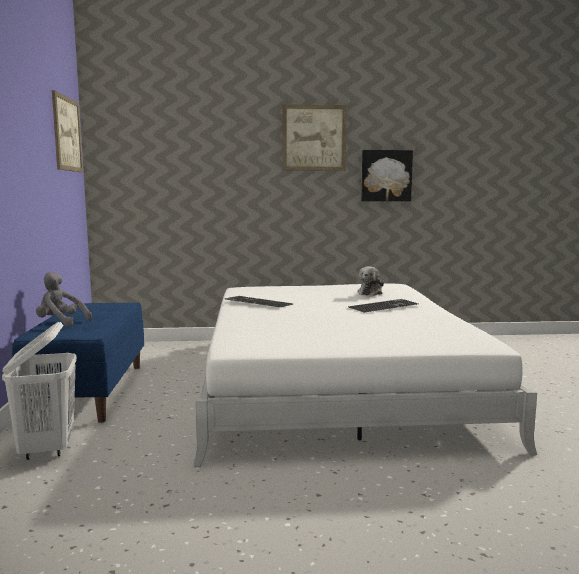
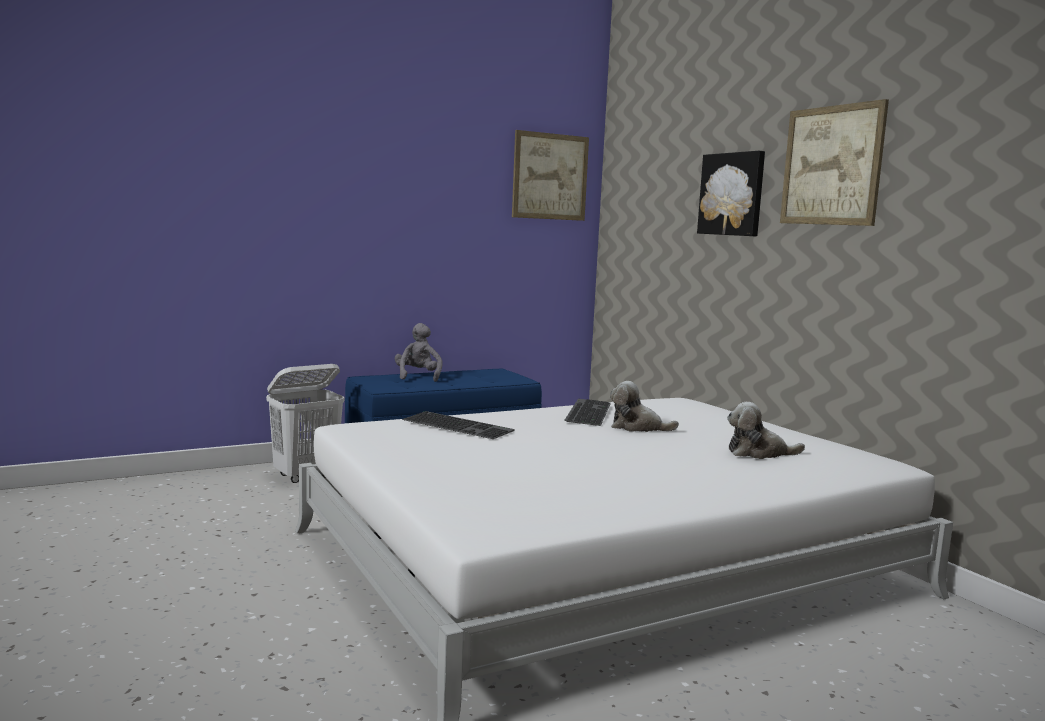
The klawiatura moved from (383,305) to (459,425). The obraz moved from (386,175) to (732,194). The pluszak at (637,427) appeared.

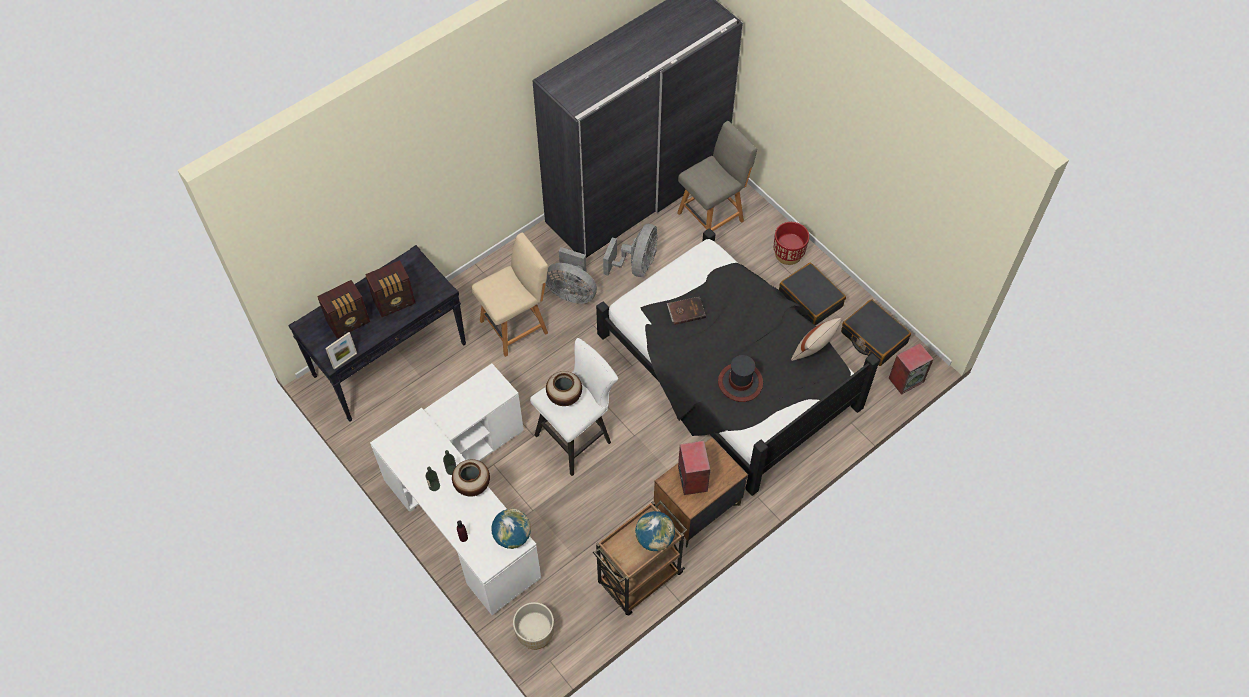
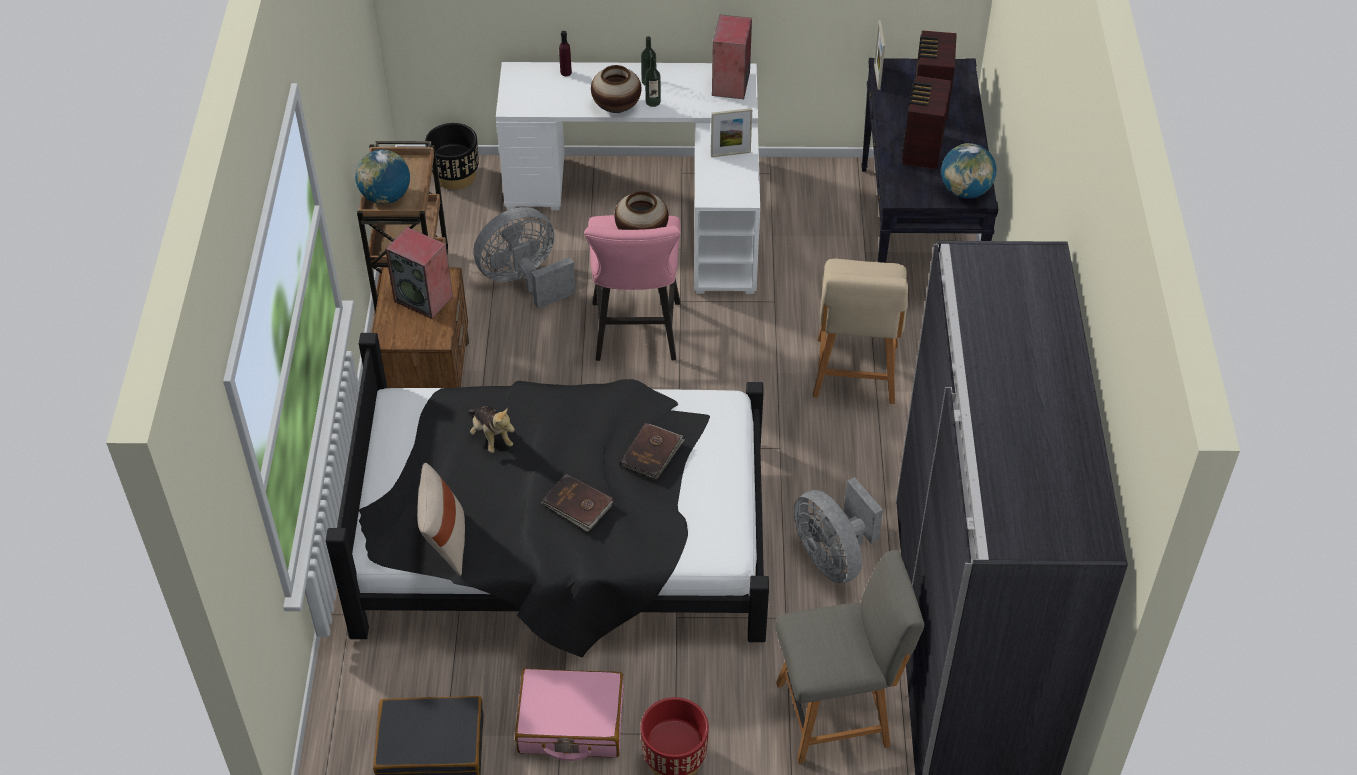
The globus moved from (512,536) to (965,191). The donica (beżowy) at (535,634) became the donica (czarny) at (455,176). The stołek (biały) at (577,437) became the stołek (różowy) at (636,336). The wentylator (szary) moved from (572,292) to (524,280). The krzesło (szary) at (712,216) turned 105 degrees counterclockwise. The kapelusz at (740,382) was replaced by the pluszak at (491,436). The walizka (czarny) at (810,299) became the walizka (różowy) at (571,723). The głośnik moved from (906,379) to (731,84). The książka (brązowy) at (577,505) appeared. The ramka na zdjęcie at (730,154) appeared.

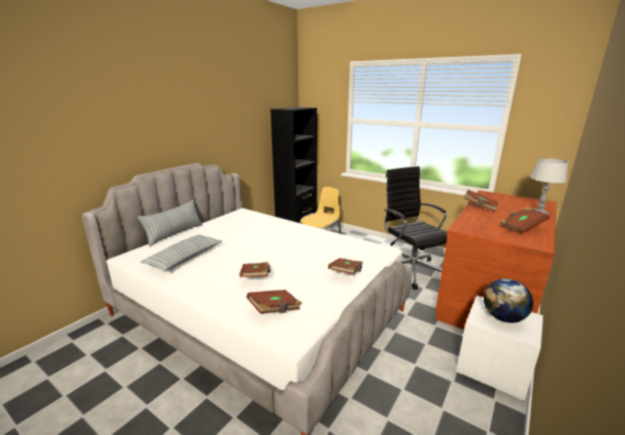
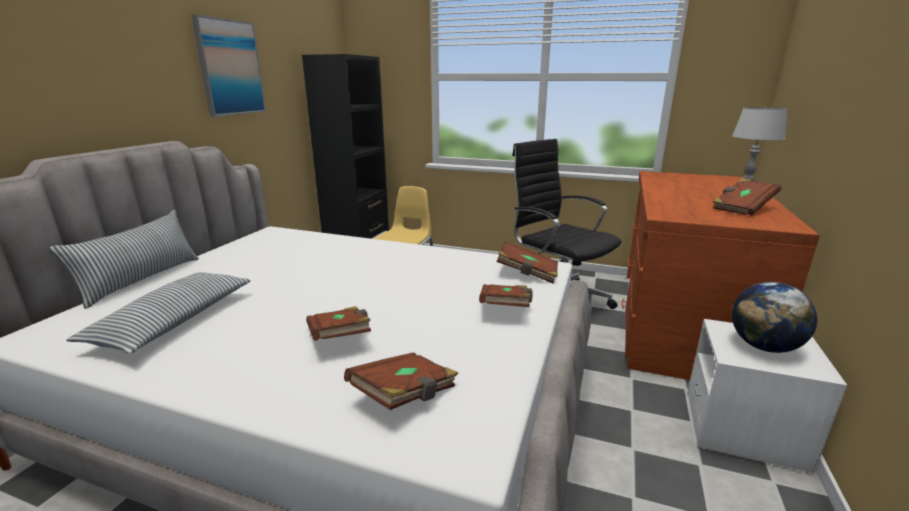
The książka (brązowy) moved from (479,206) to (527,274). The obraz at (230,68) appeared.

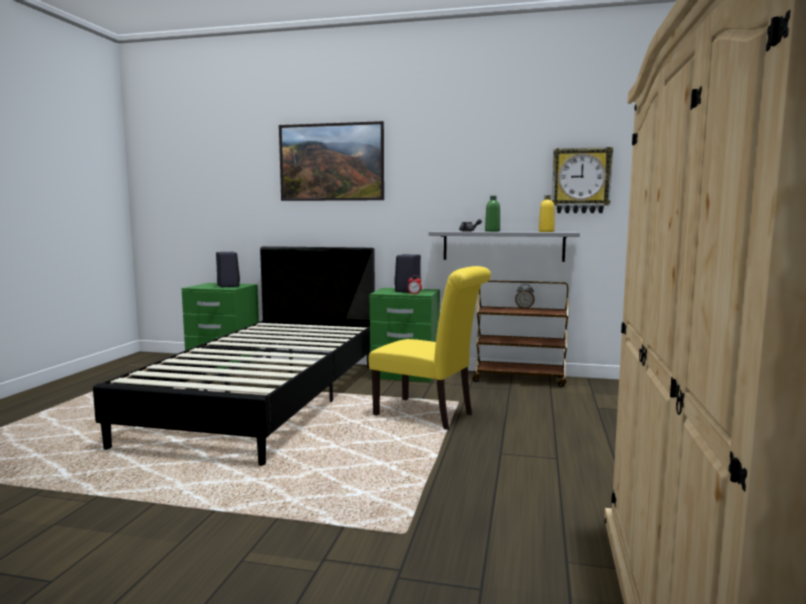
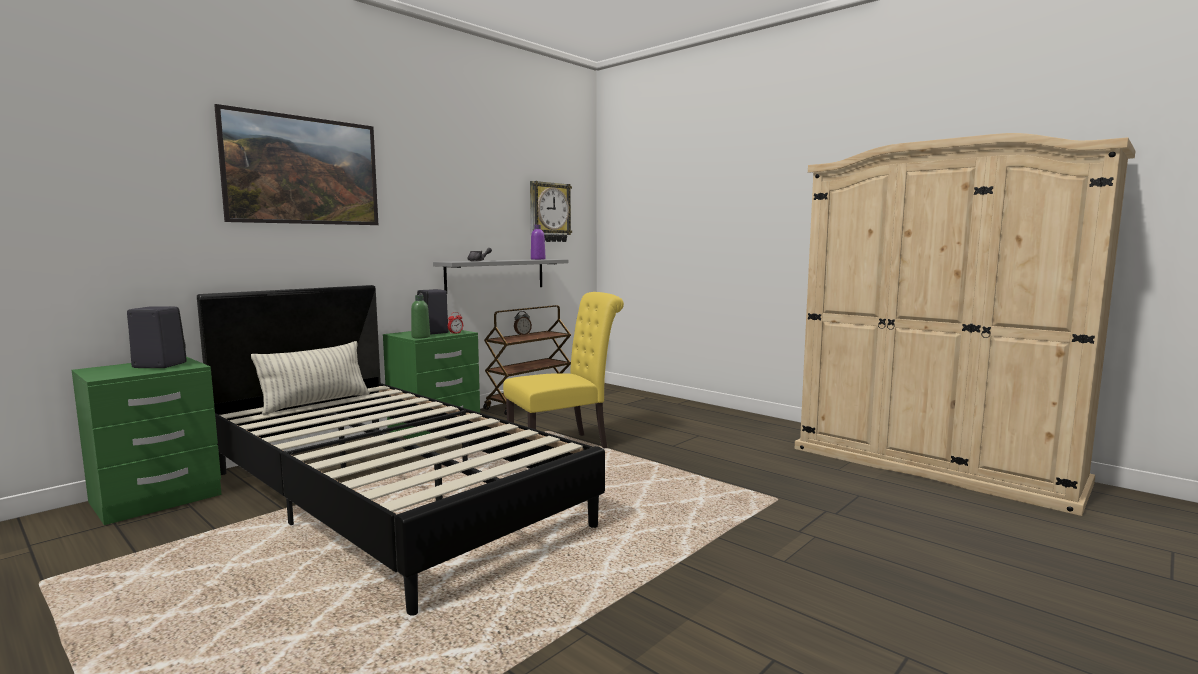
The butelka (zielony) moved from (492,231) to (420,337). The butelka (żółty) at (546,231) became the butelka (fioletowy) at (538,259). The poduszka at (315,403) appeared.

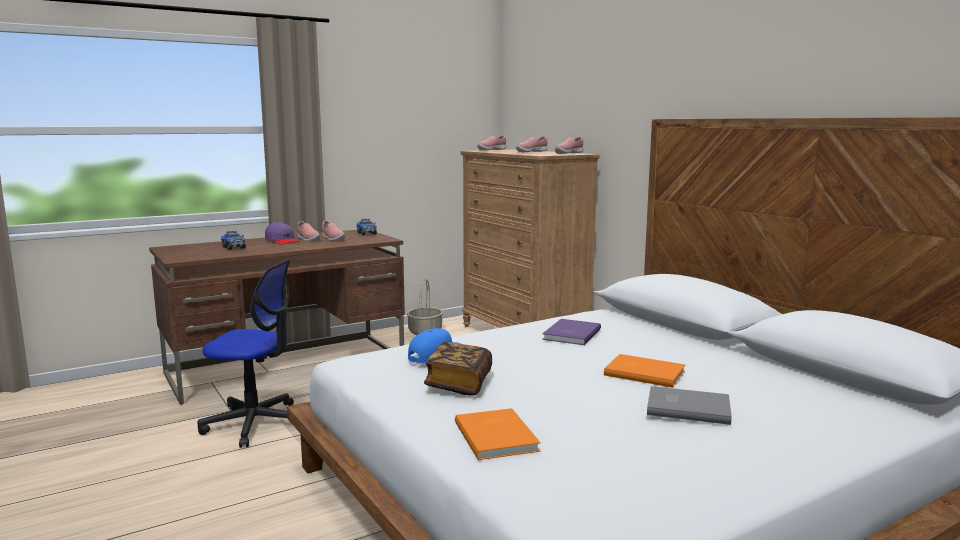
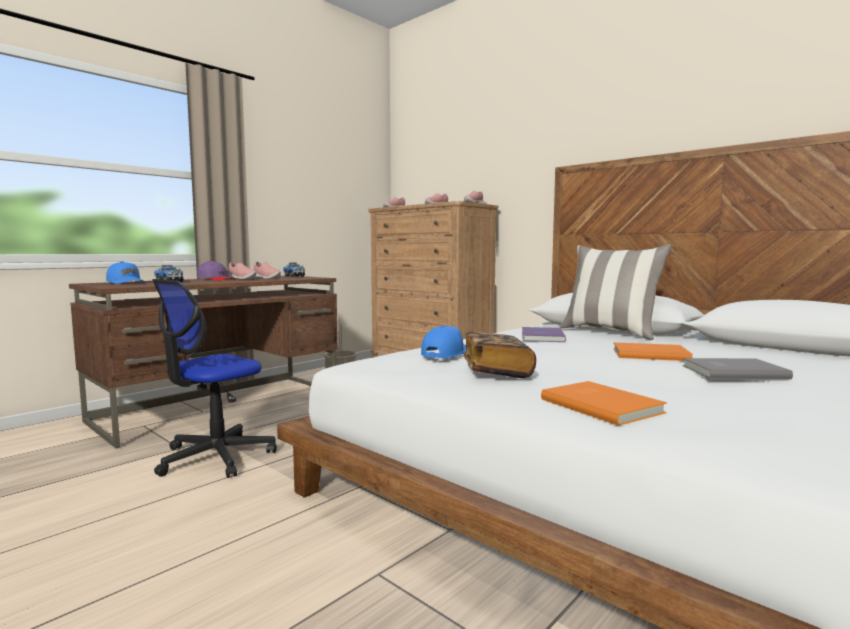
The krzesło biurowe at (255,423) turned 135 degrees clockwise. The czapka z daszkiem (niebieski) at (125,282) appeared. The poduszka at (610,332) appeared.

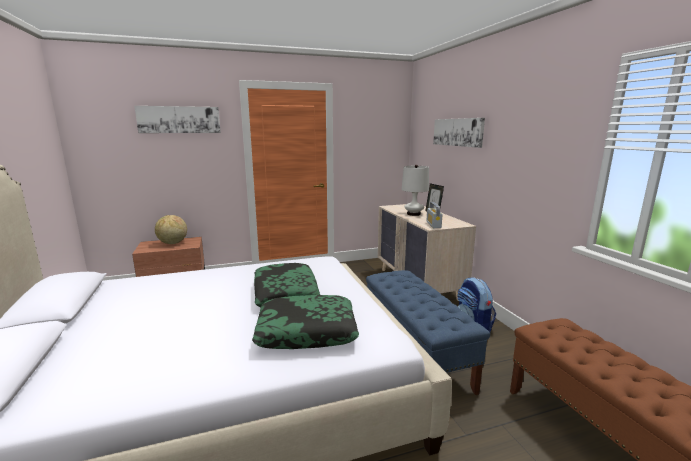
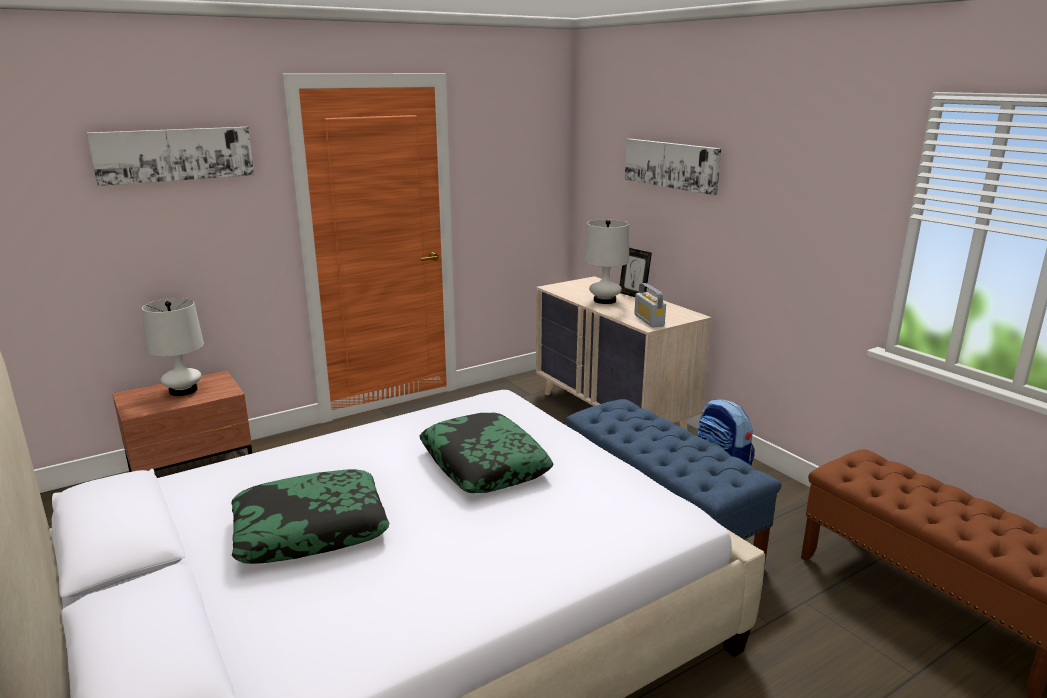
The globus at (172,243) was replaced by the lampa stołowa (biały) at (183,390). The poduszka moved from (306,331) to (310,530).

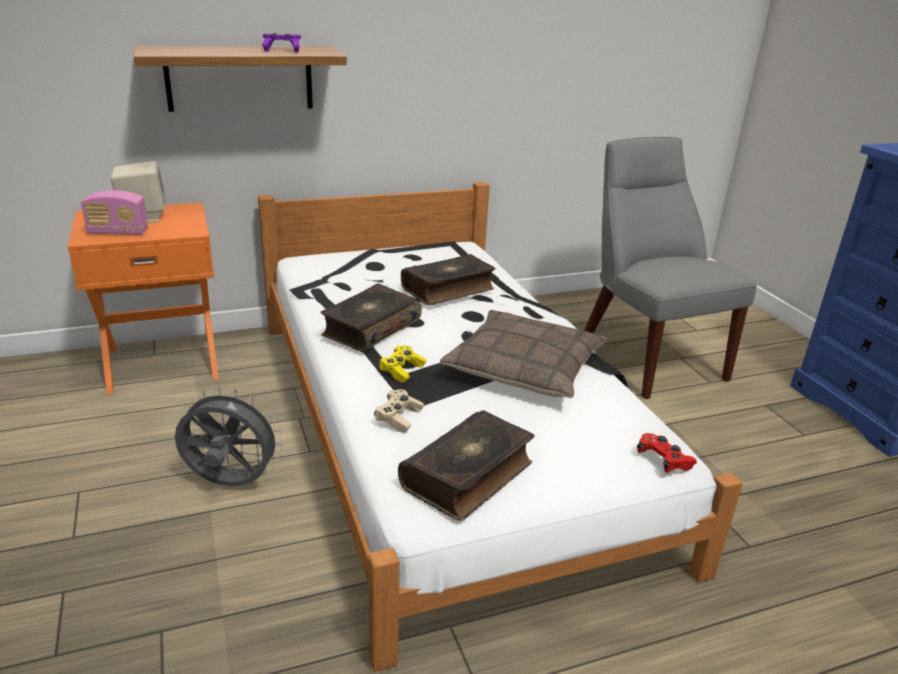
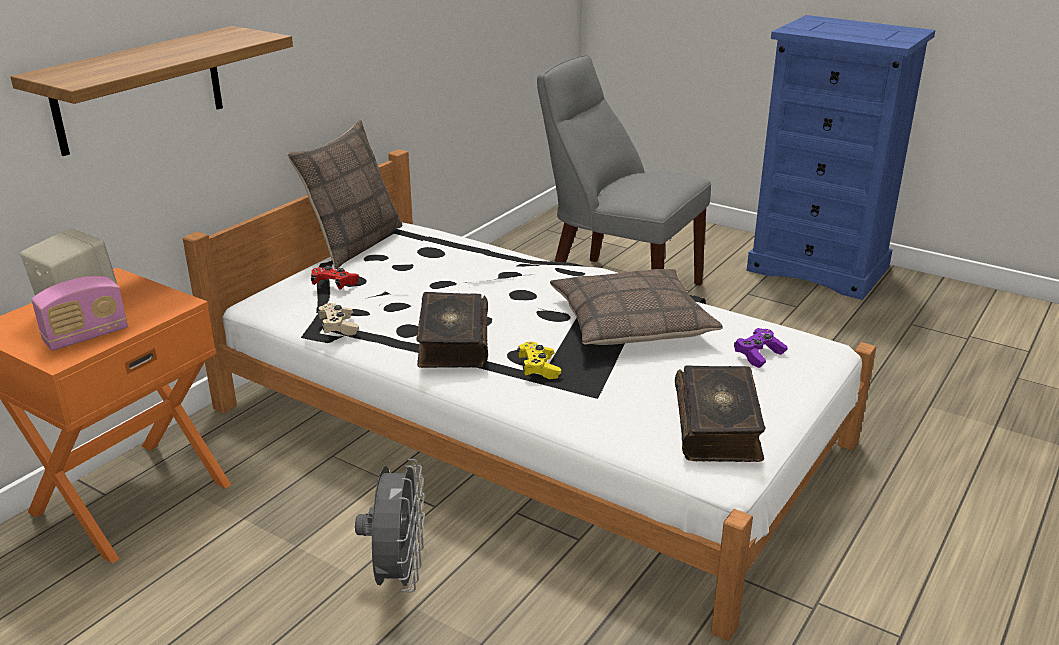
The wentylator (szary) at (229,484) turned 120 degrees clockwise. The pad do gier (fioletowy) moved from (282,50) to (759,355). The pad do gier (beżowy) moved from (398,418) to (338,327). The książka at (448,289) disappeared. The pad do gier (czerwony) moved from (663,461) to (334,284). The poduszka at (354,244) appeared.

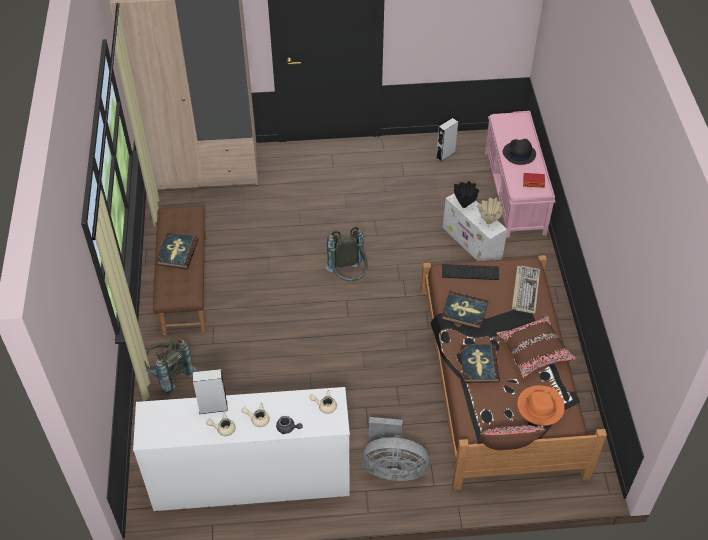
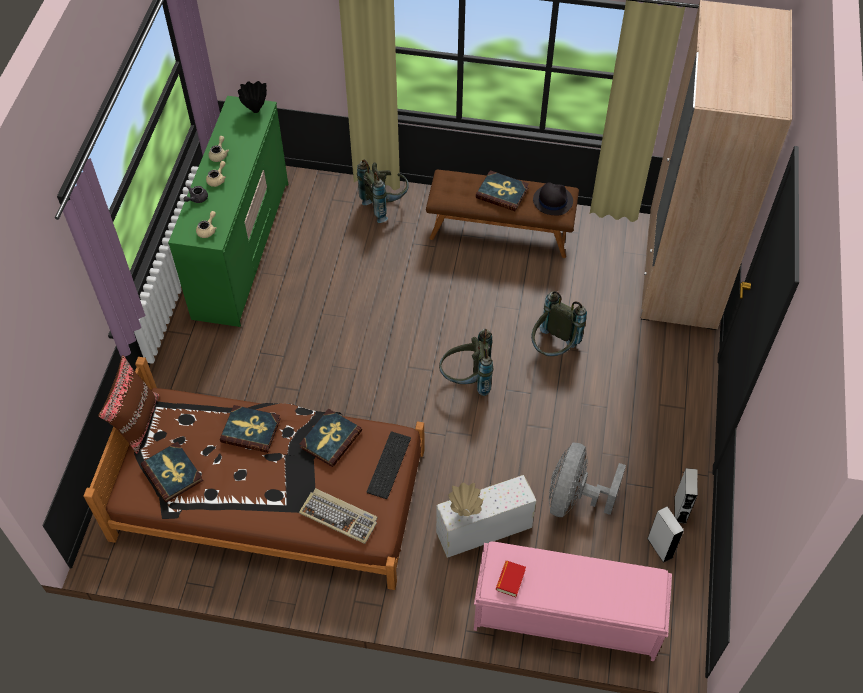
The komoda (biały) at (251,480) became the komoda (zielony) at (242,249). The głośnik (szary) moved from (213,407) to (680,509). The wentylator (szary) moved from (392,467) to (574,498). The wazon (czarny) moved from (464,206) to (255,111). The poduszka (brązowy) at (534,351) disappeared. The kapelusz (czarny) moved from (519,154) to (552,200). The kapelusz (pomarańczowy) at (540,407) was replaced by the książka at (172,473). The plecak (szary) at (553,348) appeared.

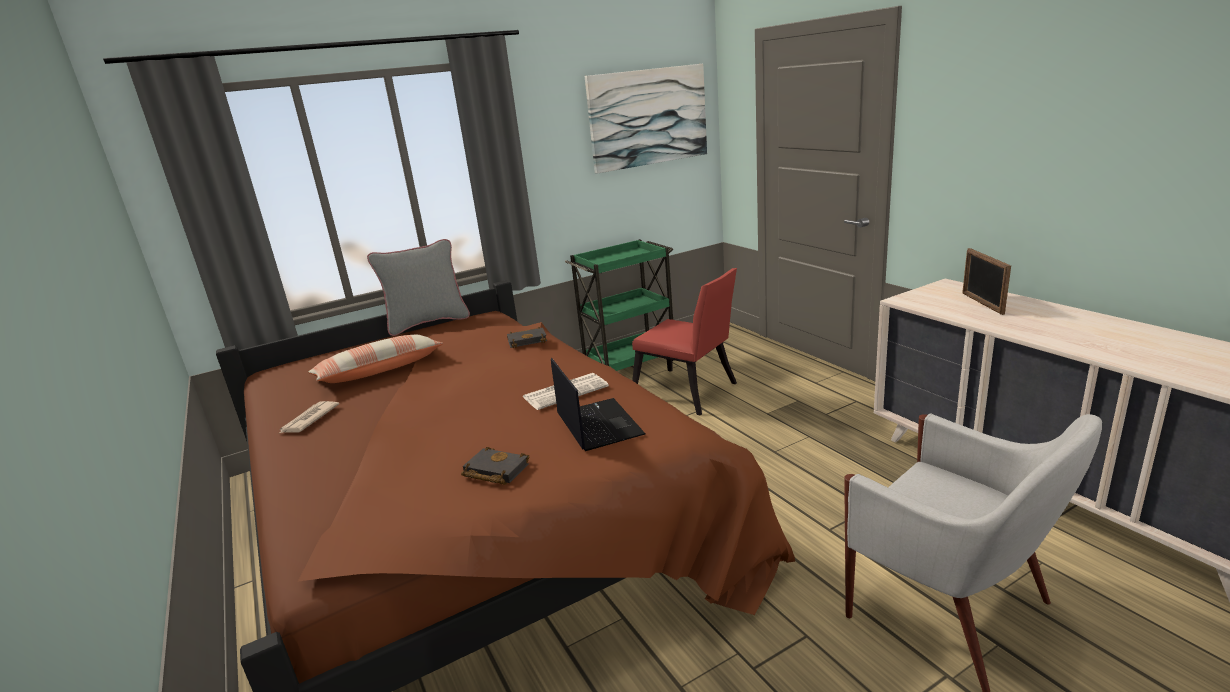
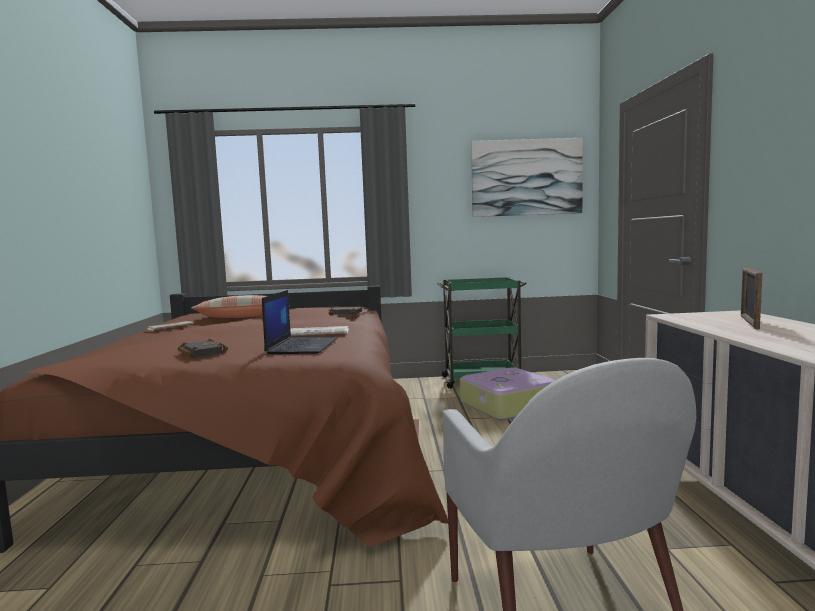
The poduszka (szary) at (427,323) disappeared. The krzesło (czerwony) at (689,393) was replaced by the walizka at (506,405).

